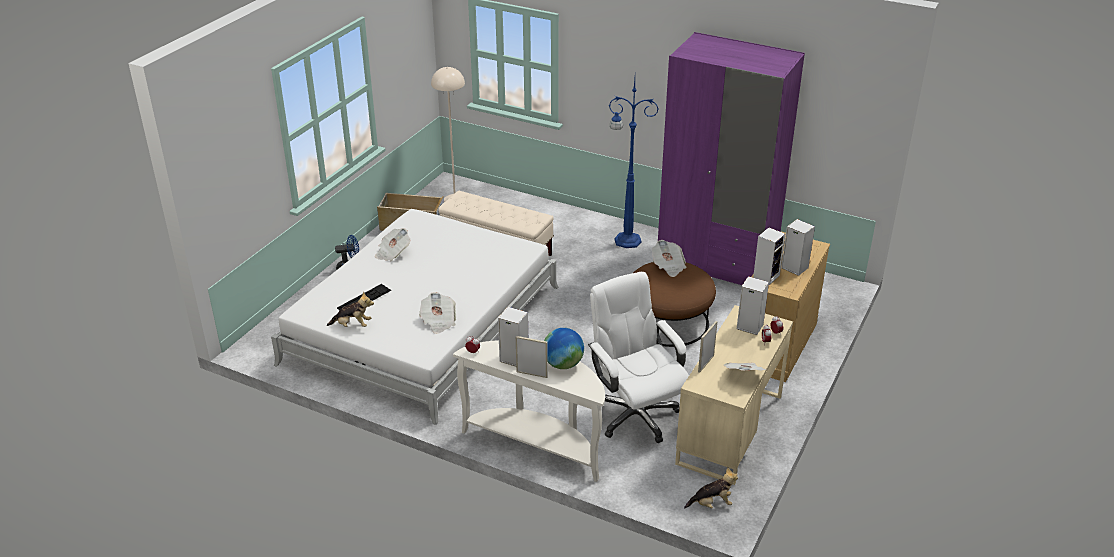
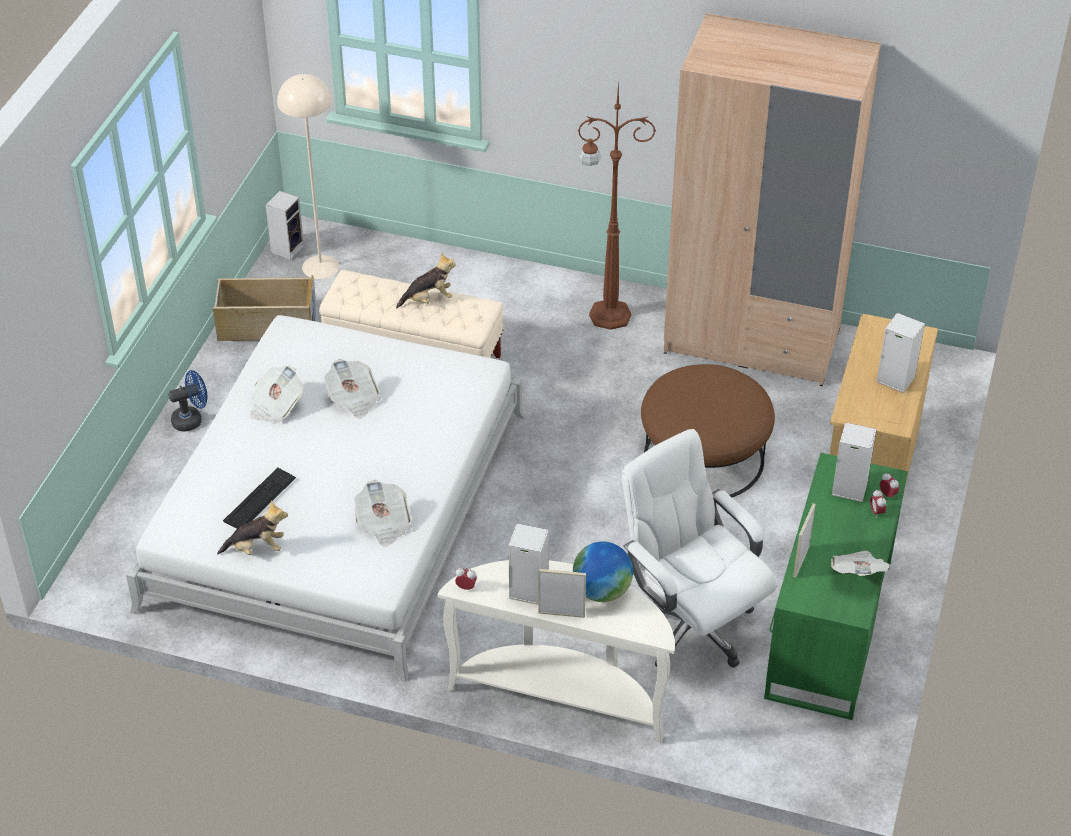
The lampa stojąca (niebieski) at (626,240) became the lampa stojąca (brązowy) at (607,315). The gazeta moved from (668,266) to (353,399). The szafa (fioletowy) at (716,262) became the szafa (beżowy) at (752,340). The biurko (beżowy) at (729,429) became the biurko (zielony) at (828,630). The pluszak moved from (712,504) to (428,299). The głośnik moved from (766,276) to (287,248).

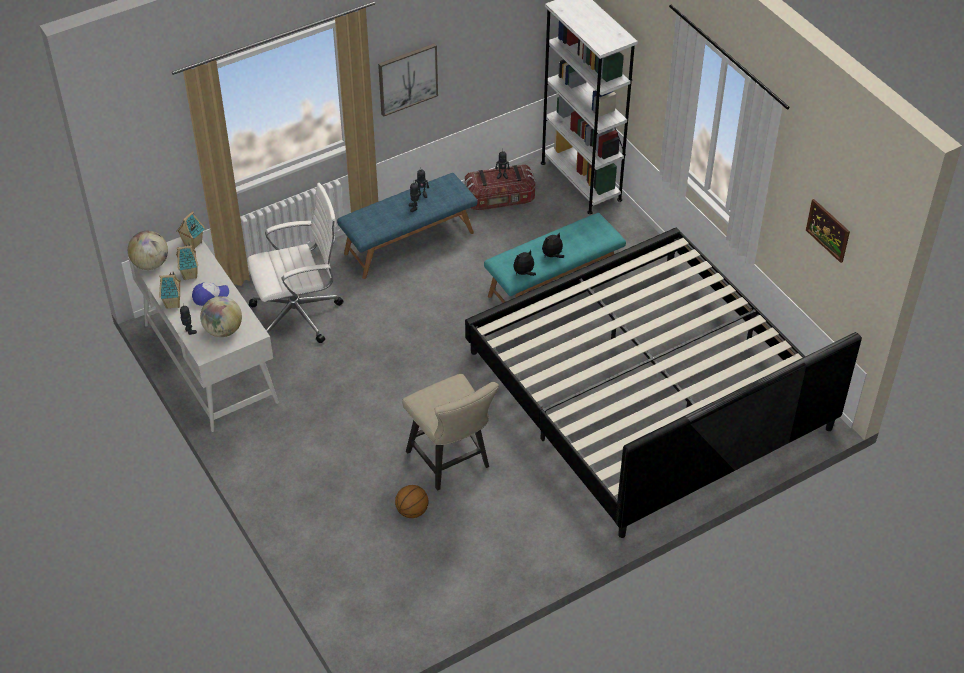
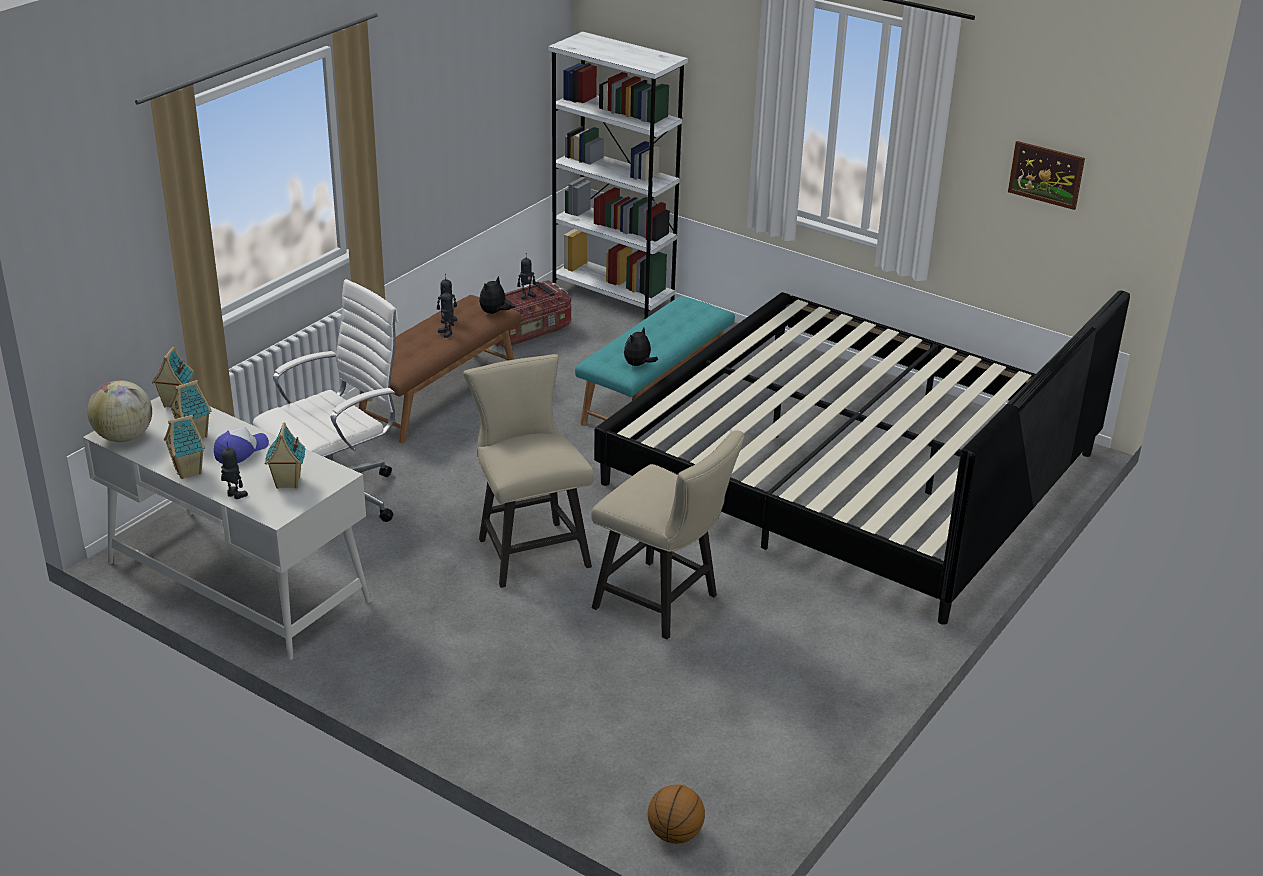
The globus at (223,330) was replaced by the domek at (287,483). The ławka (niebieski) at (409,242) became the ławka (brązowy) at (438,395). The obraz at (407,78) disappeared. The piłka do koszykówki moved from (412,511) to (675,834). The pluszak moved from (552,255) to (494,312). The krzesło (beżowy) at (529,549) appeared.

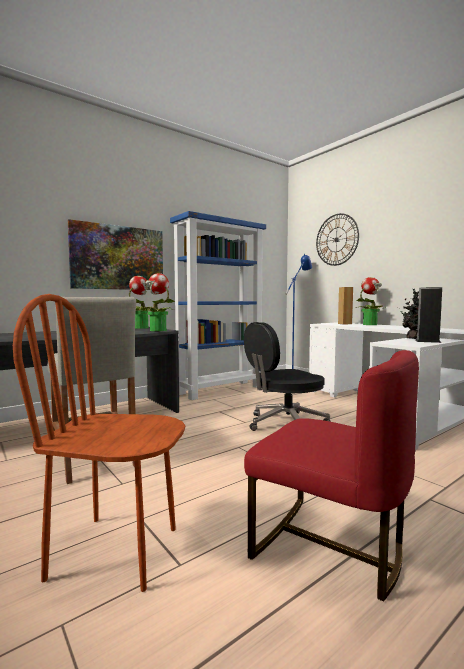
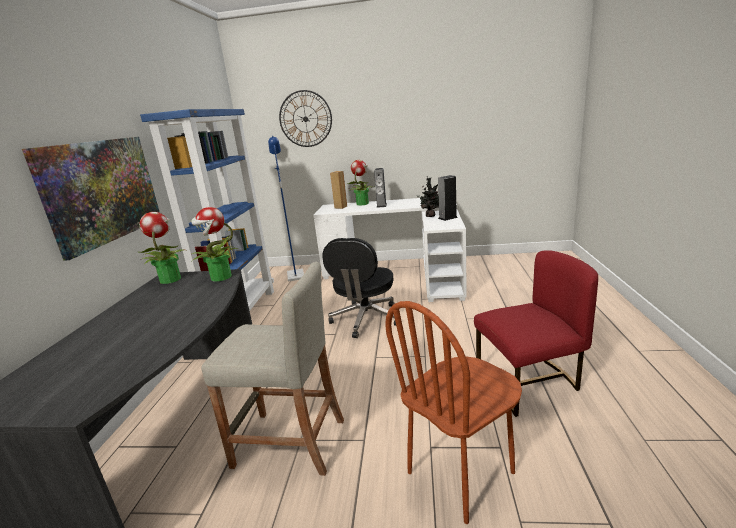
The głośnik at (381,205) appeared.

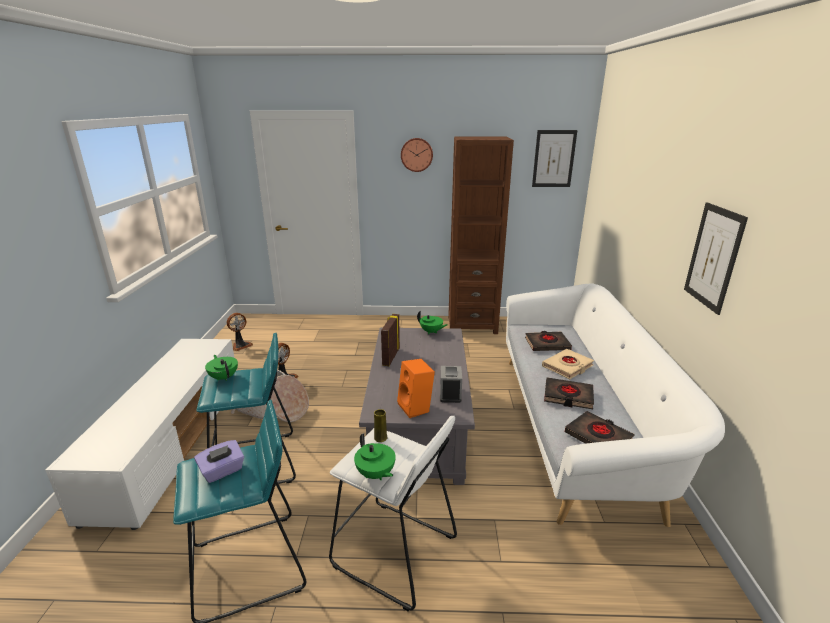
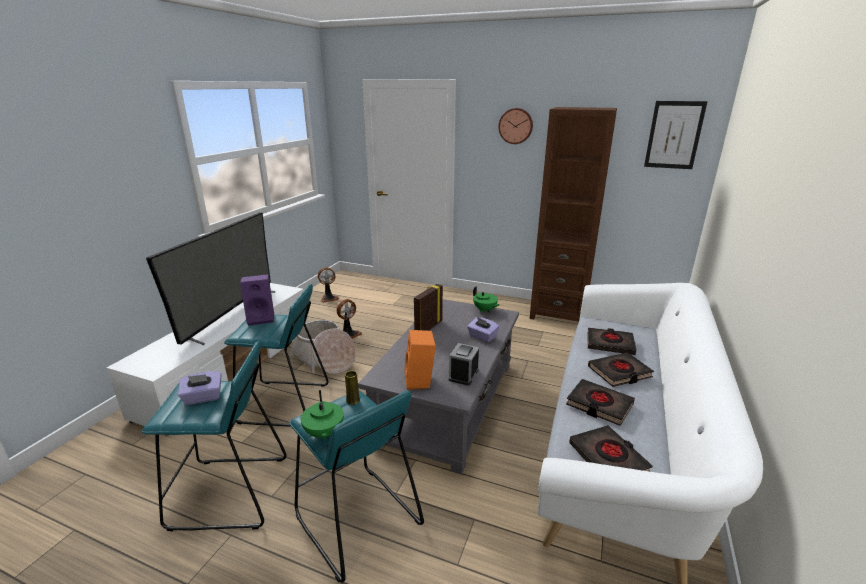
The imbryk (zielony) at (224,377) was replaced by the głośnik (fioletowy) at (262,318). The stołek (biały) at (394,552) became the stołek (turkusowy) at (357,520). The książka (beżowy) at (567,366) became the książka (czarny) at (619,372). The obraz at (713,257) disappeared. The telewizor at (230,314) appeared. The pudełko chusteczek (fioletowy) at (482,337) appeared.

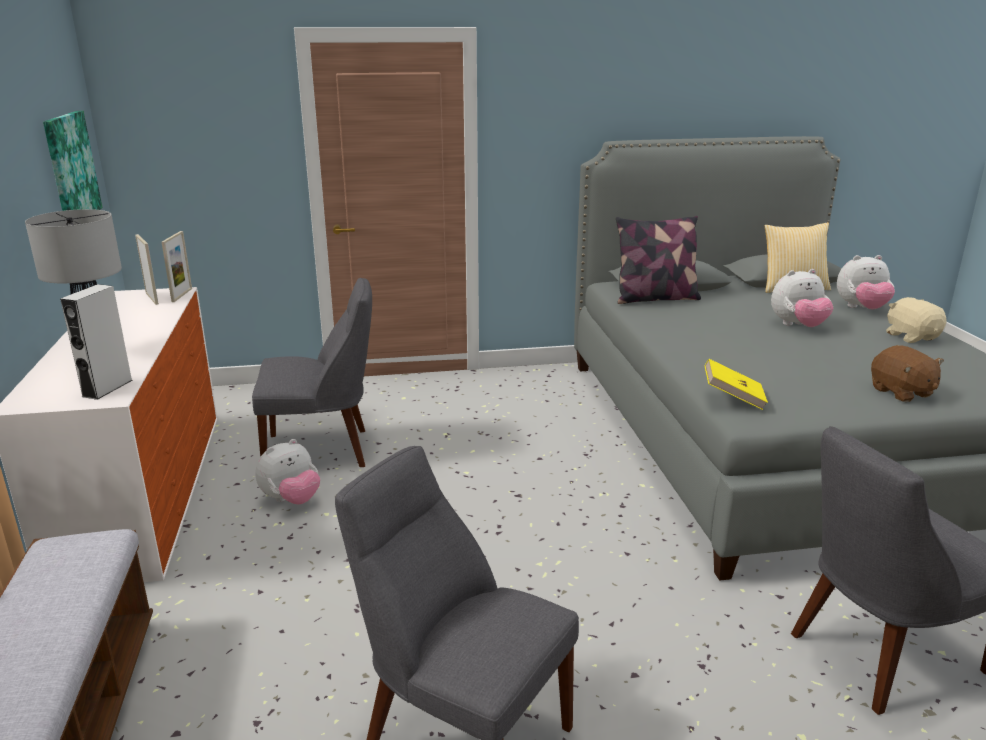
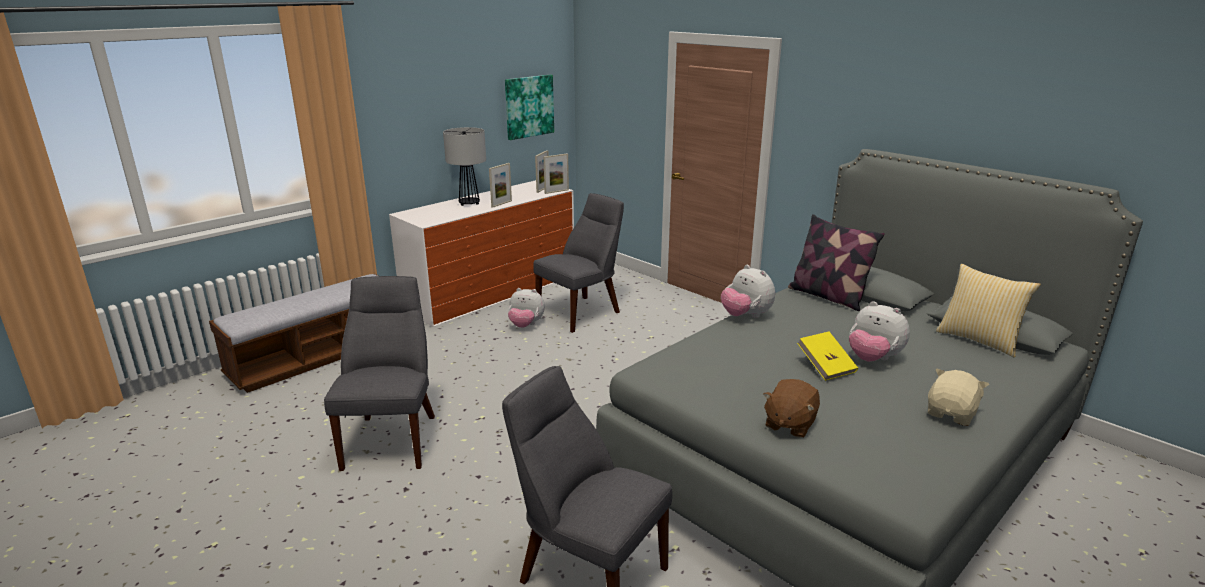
The głośnik (szary) at (107,388) disappeared. The krzesło (szary) at (322,451) turned 90 degrees counterclockwise. The książka (żółty) moved from (733,398) to (826,367). The pluszak moved from (861,308) to (746,316). The ramka na zdjęcie at (501,204) appeared.

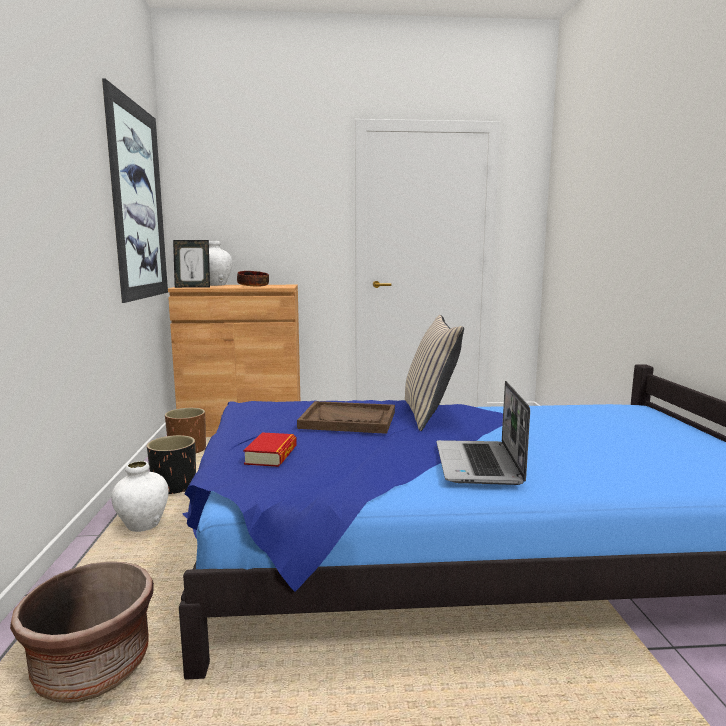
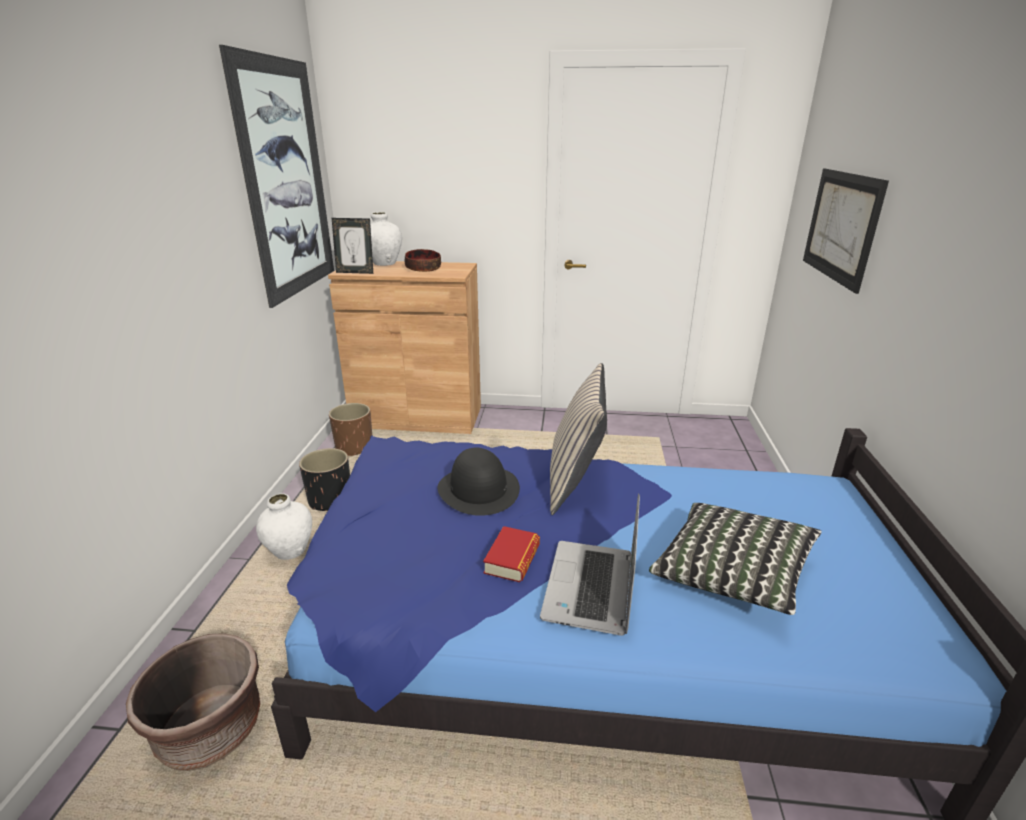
The książka moved from (271,455) to (512,559). The taca (brązowy) at (348,420) was replaced by the kapelusz (czarny) at (479,489). The poduszka at (731,574) appeared. The obraz at (840,226) appeared.

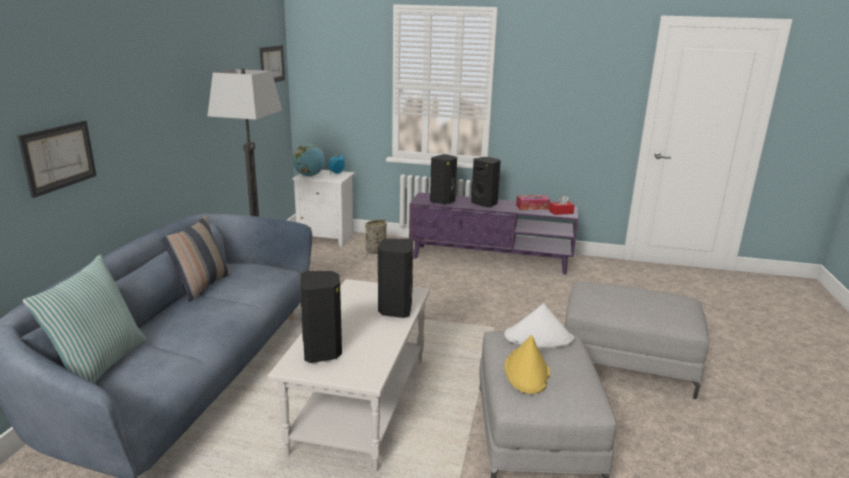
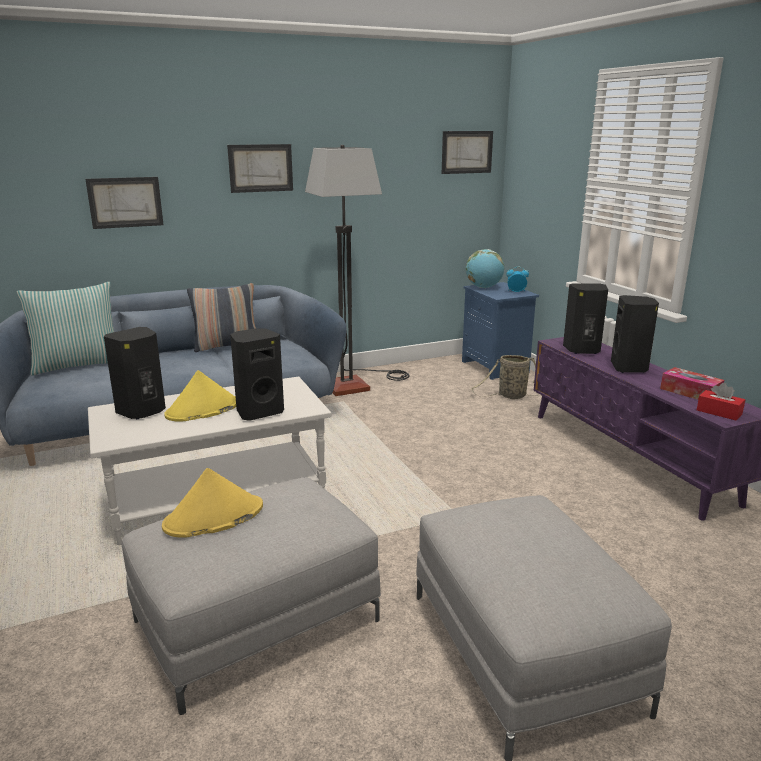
The szafka nocna (biały) at (327,237) became the szafka nocna (niebieski) at (496,367). The kapelusz (biały) at (539,338) disappeared. The kapelusz (żółty) at (203,410) appeared. The obraz at (260,168) appeared.

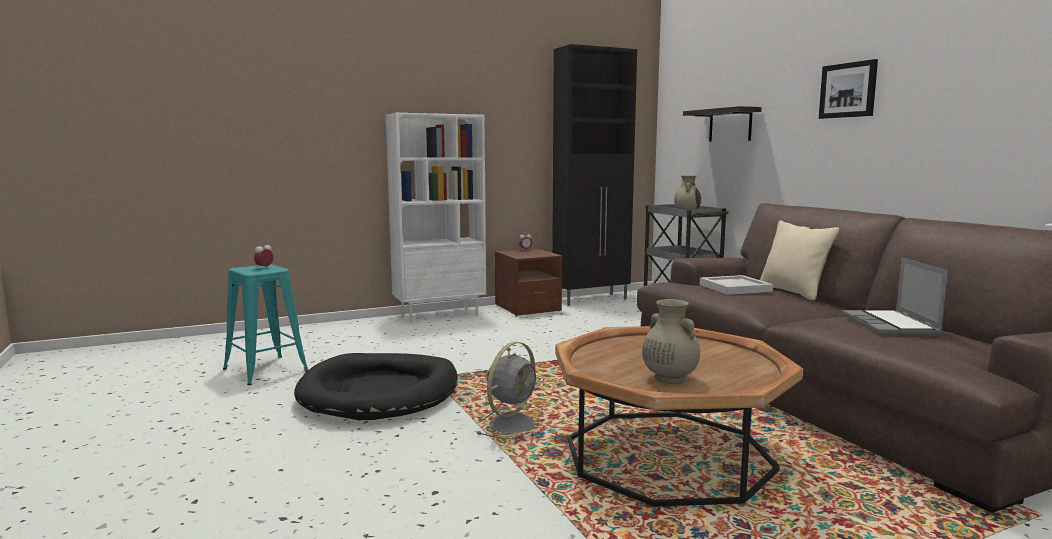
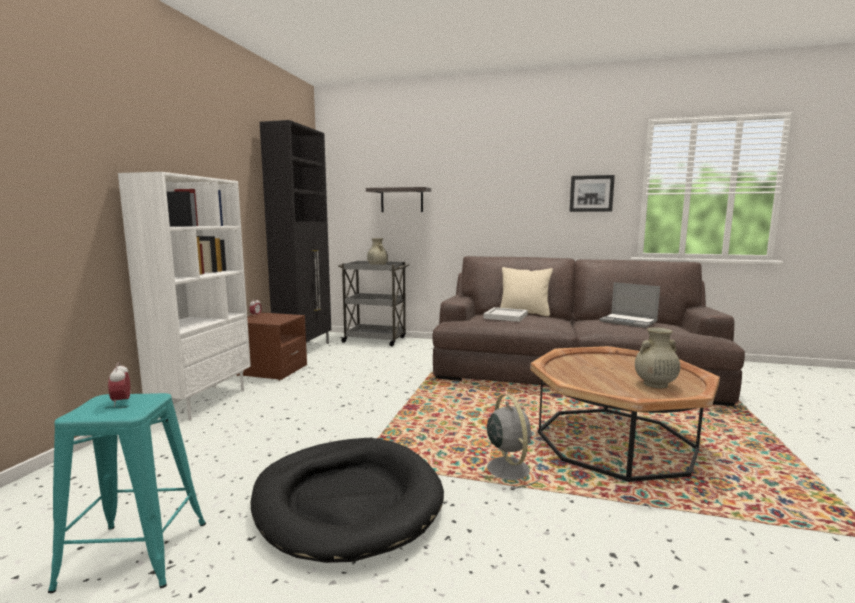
The obraz moved from (848,90) to (591,193).

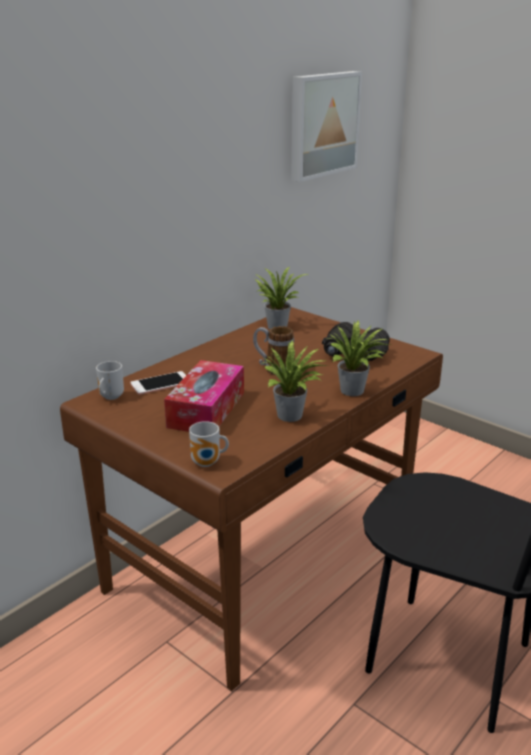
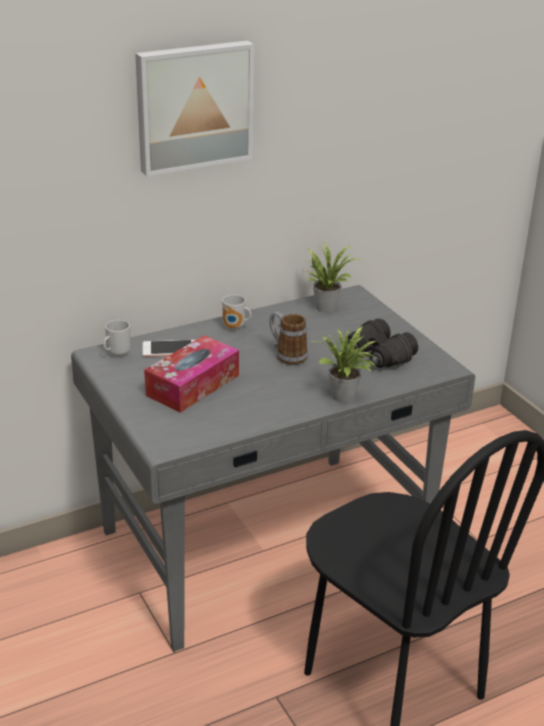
The biurko (brązowy) at (264,563) became the biurko (szary) at (267,546). The kubek moved from (208,463) to (235,327). The roślina doniczkowa at (292,417) disappeared. The obraz moved from (322,124) to (193,106).

